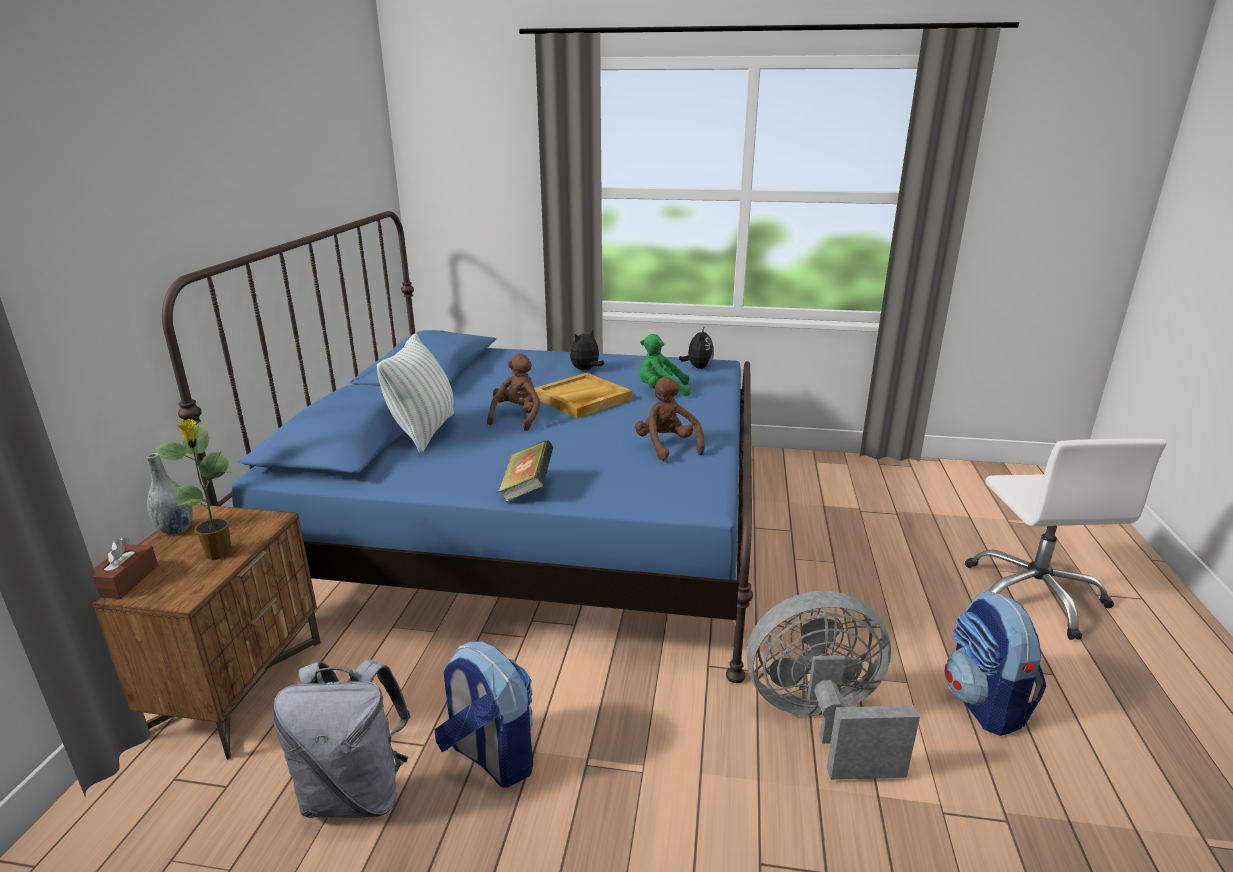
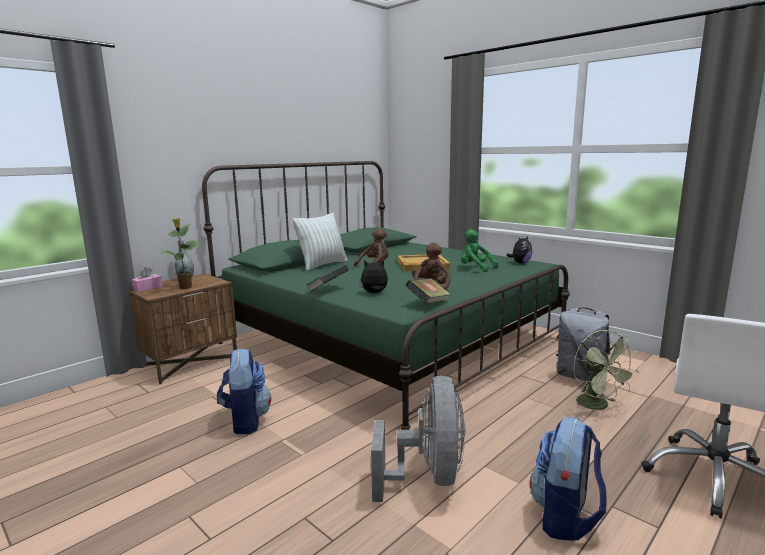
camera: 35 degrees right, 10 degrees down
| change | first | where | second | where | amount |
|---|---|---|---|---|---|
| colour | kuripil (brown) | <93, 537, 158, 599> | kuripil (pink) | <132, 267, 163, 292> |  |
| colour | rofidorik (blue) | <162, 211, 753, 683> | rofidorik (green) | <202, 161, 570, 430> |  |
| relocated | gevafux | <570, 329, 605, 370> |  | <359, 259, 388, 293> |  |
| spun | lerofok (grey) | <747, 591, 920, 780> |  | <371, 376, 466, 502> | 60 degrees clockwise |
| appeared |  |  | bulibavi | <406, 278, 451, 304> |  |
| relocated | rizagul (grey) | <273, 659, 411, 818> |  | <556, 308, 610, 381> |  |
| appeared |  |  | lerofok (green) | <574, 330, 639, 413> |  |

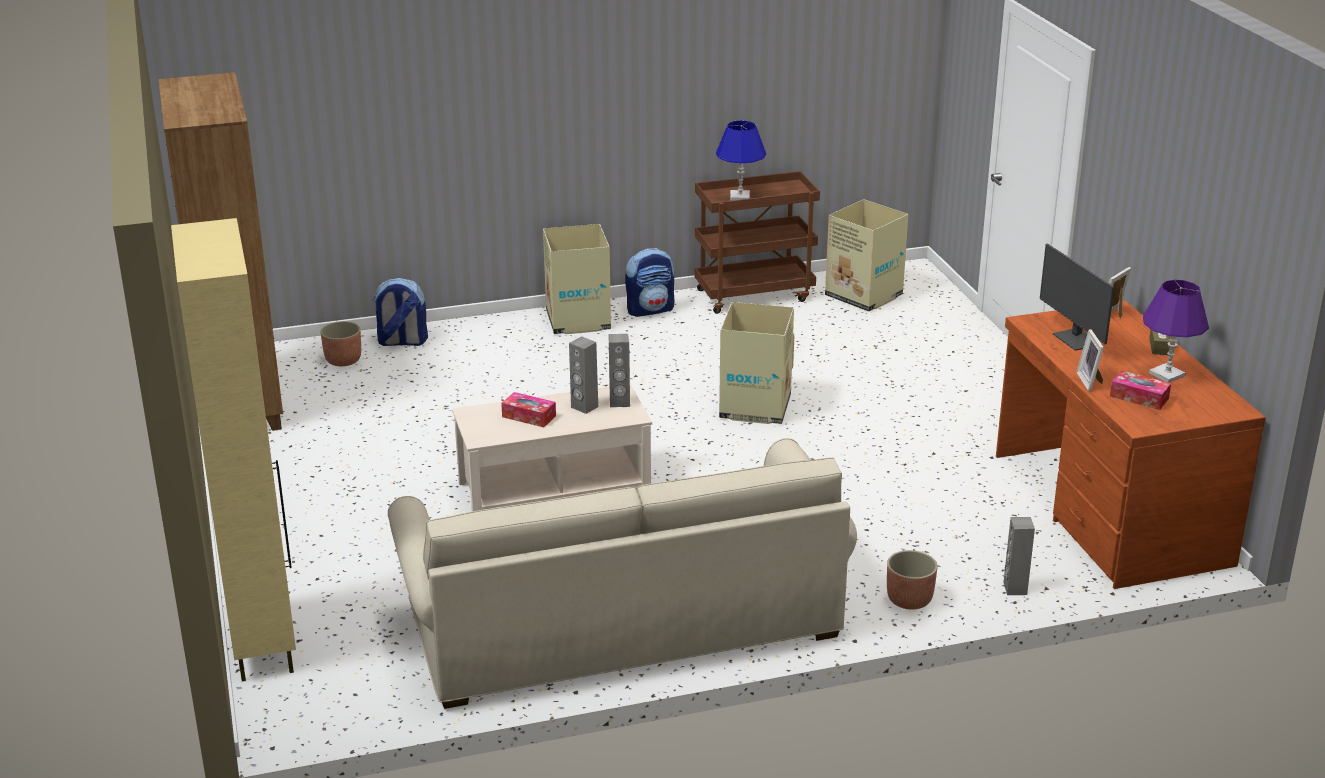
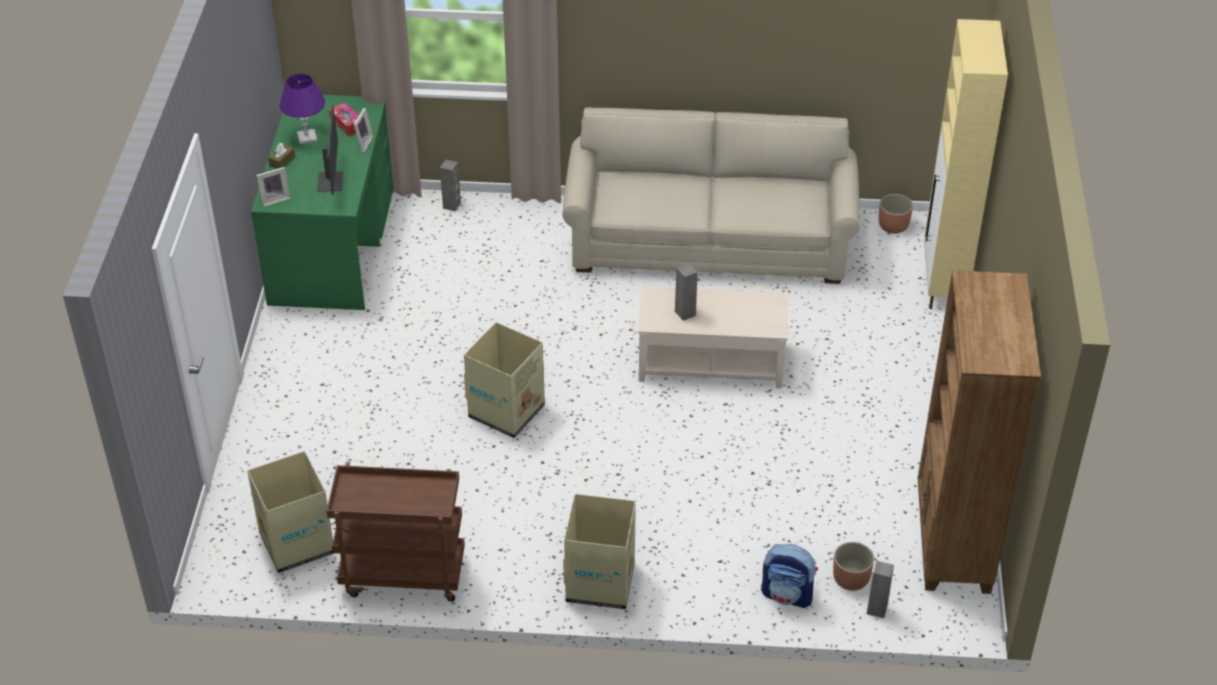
camera: 160 degrees left, 15 degrees up
| change | first | where | second | where | amount |
|---|---|---|---|---|---|
| colour | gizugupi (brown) | <996, 301, 1266, 589> | gizugupi (green) | <251, 95, 394, 310> |  |
| relocated | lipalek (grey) | <609, 334, 630, 407> |  | <867, 561, 894, 618> |  |
| relocated | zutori | <887, 550, 938, 610> |  | <879, 194, 913, 234> |  |
| missing | kuripil | <501, 392, 556, 427> |  |  |  |
| missing | rizagul | <625, 248, 675, 317> |  |  |  |
| missing | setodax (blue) | <716, 120, 766, 200> |  |  |  |

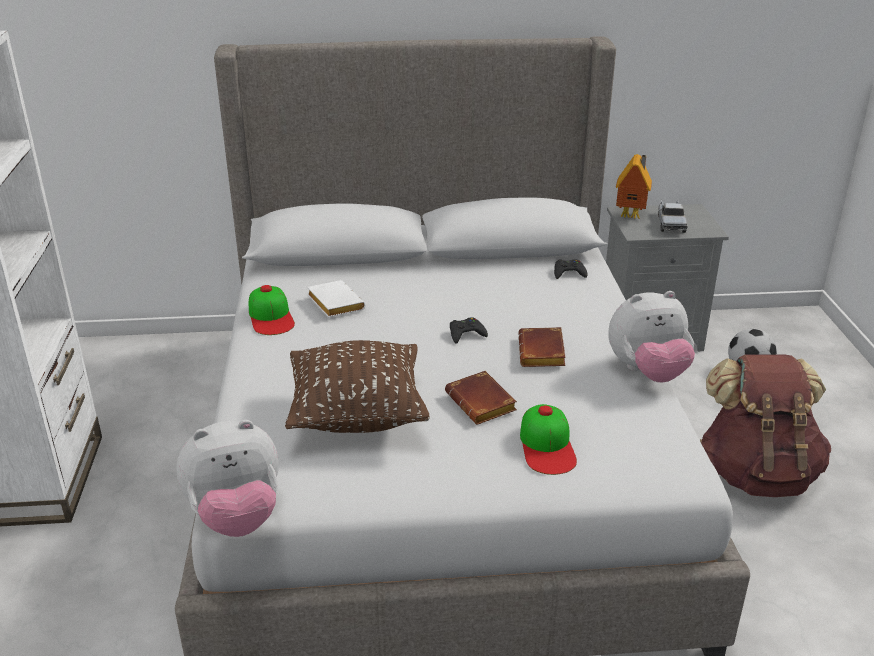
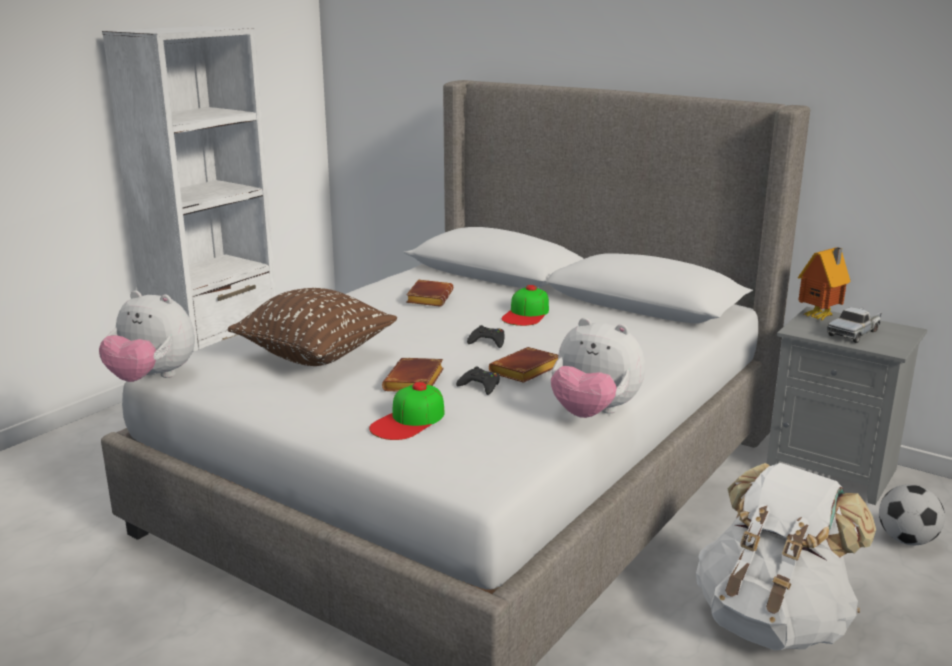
camera: 40 degrees right, 10 degrees down
| change | first | where | second | where | amount |
|---|---|---|---|---|---|
| colour | bulibavi (white) | <307, 280, 365, 318> | bulibavi (brown) | <406, 280, 453, 307> |  |
| relocated | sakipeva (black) | <554, 259, 588, 279> |  | <456, 367, 500, 395> |  |
| relocated | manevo | <249, 285, 295, 335> |  | <502, 285, 549, 326> |  |
| colour | rizagul (brown) | <700, 354, 831, 497> | rizagul (white) | <696, 463, 876, 650> |  |

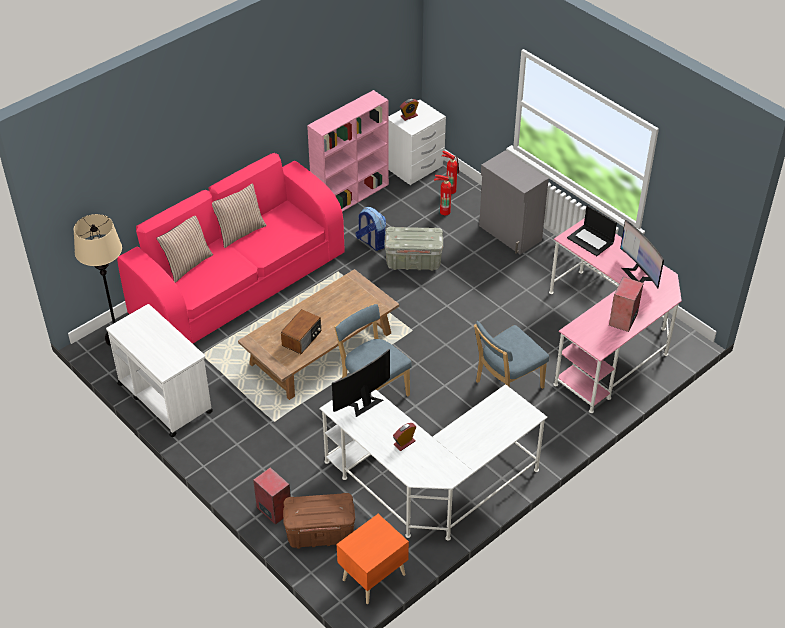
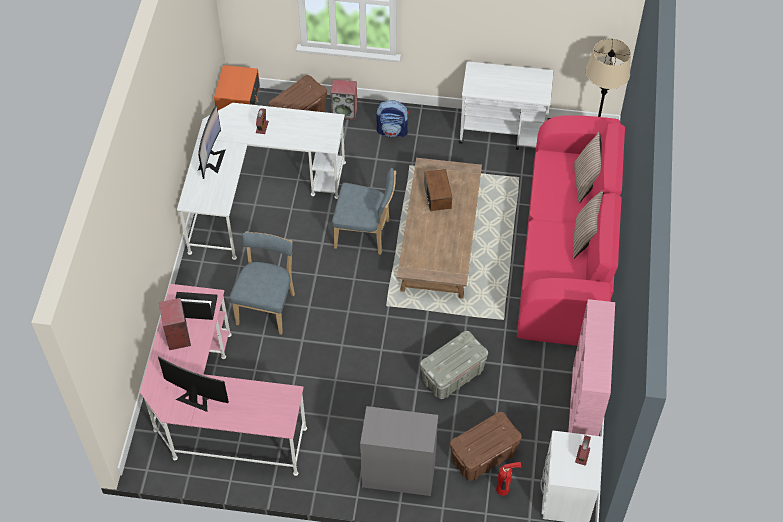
camera: 140 degrees right, 10 degrees up
| change | first | where | second | where | amount |
|---|---|---|---|---|---|
| relocated | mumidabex | <567, 205, 617, 256> |  | <175, 292, 218, 320> |  |
| relocated | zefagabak | <332, 349, 390, 417> |  | <198, 106, 226, 179> |  |
| relocated | rizagul | <355, 207, 386, 251> |  | <376, 100, 409, 137> |  |
| exchanged | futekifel | <434, 175, 452, 215> | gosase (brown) | <450, 412, 522, 481> |  |

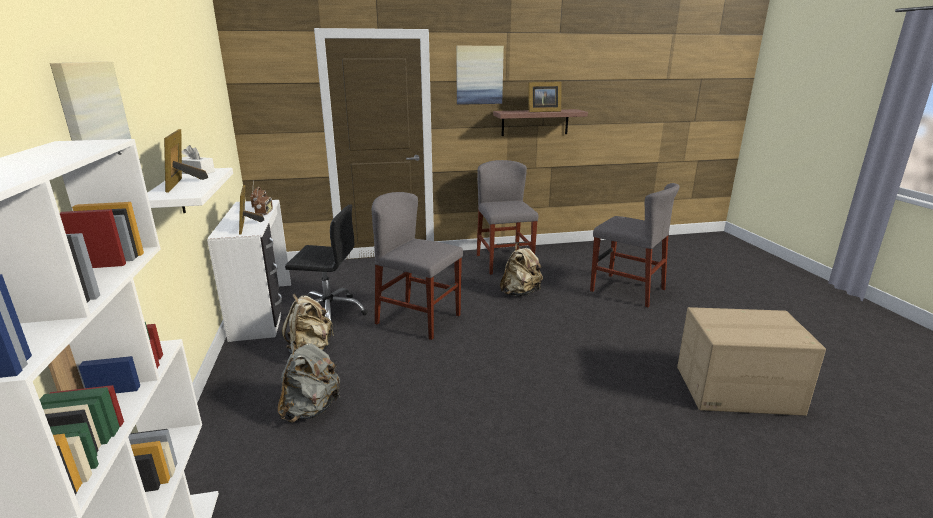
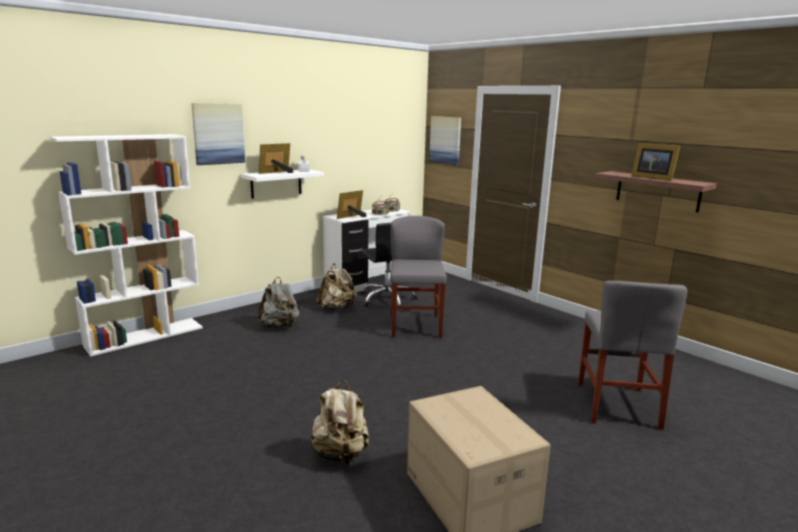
camera: 60 degrees right, 5 degrees down
| change | first | where | second | where | amount |
|---|---|---|---|---|---|
| relocated | rizagul (beige) | <500, 243, 543, 296> |  | <310, 380, 369, 465> |  |
| relocated | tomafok | <456, 46, 504, 105> |  | <429, 116, 461, 165> |  |
| missing | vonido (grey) | <477, 160, 538, 275> |  |  |  |

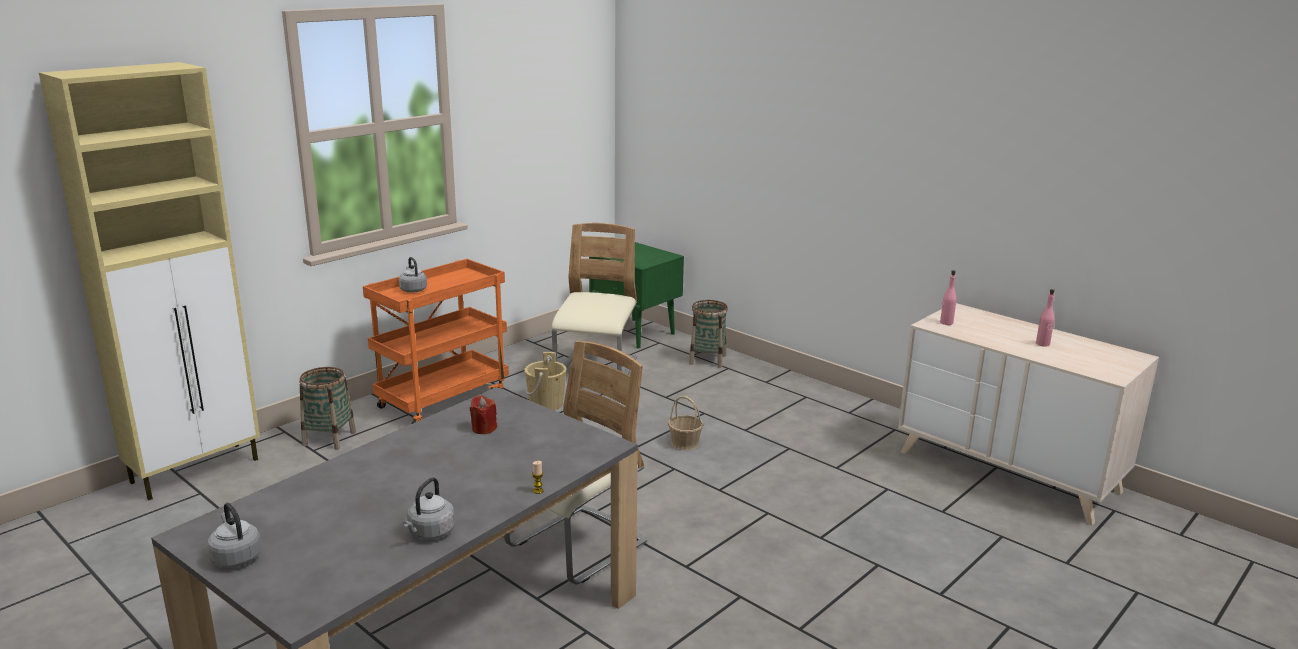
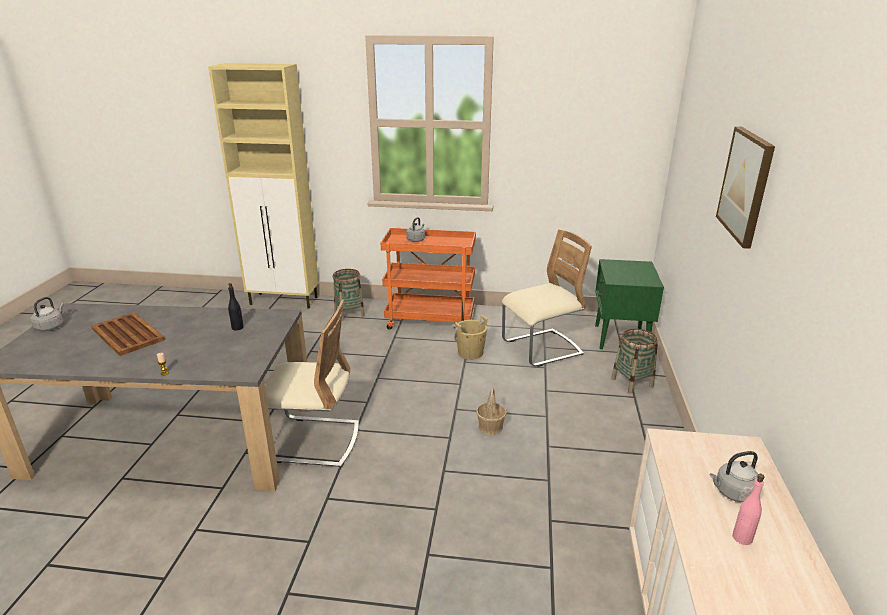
camera: 55 degrees right, 5 degrees up
| change | first | where | second | where | amount |
|---|---|---|---|---|---|
| appeared |  |  | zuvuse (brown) | <91, 312, 165, 356> |  |
| exchanged | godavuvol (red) | <470, 395, 497, 434> | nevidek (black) | <228, 283, 244, 330> |  |
| relocated | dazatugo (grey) | <403, 477, 455, 540> |  | <710, 451, 758, 503> |  |
| appeared |  |  | tomafok | <716, 126, 775, 249> |  |
| missing | nevidek (pink) | <940, 270, 956, 325> |  |  |  |

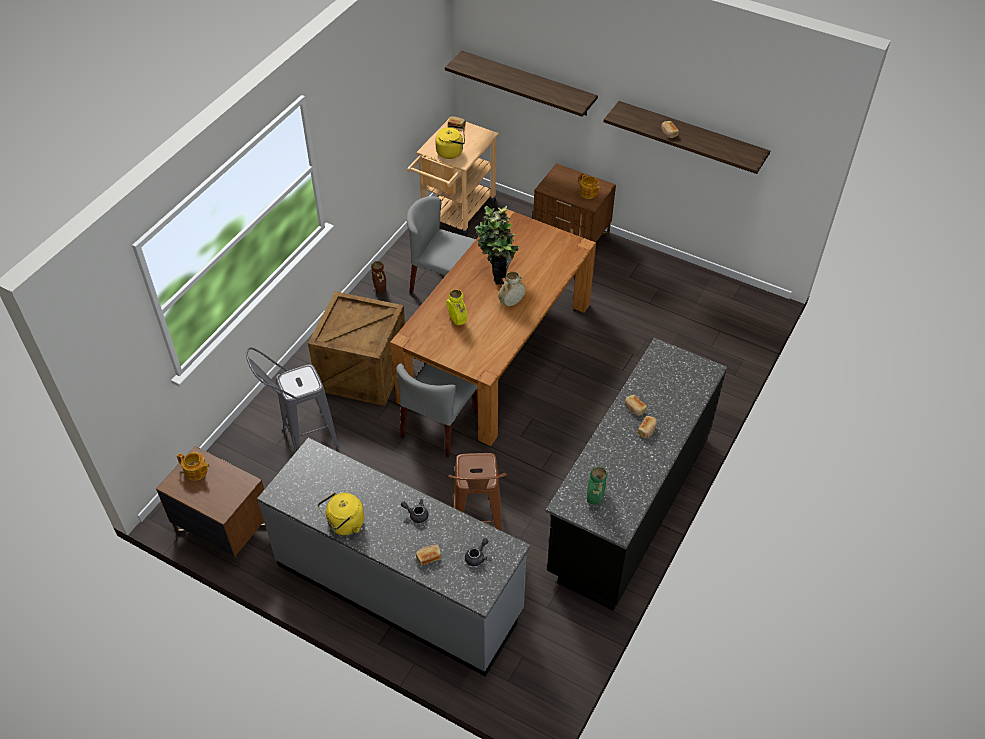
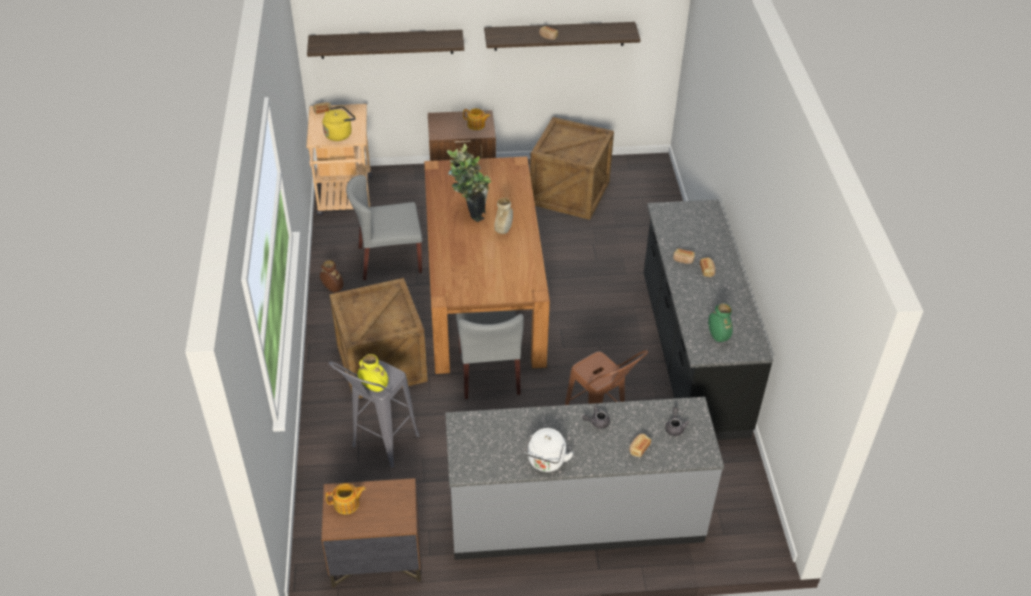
camera: 35 degrees left, 5 degrees down
| change | first | where | second | where | amount |
|---|---|---|---|---|---|
| relocated | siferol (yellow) | <446, 289, 467, 325> |  | <357, 354, 388, 392> |  |
| colour | dazatugo (yellow) | <318, 493, 364, 535> | dazatugo (white) | <524, 428, 574, 472> |  |
| appeared |  |  | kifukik | <530, 117, 614, 220> |  |

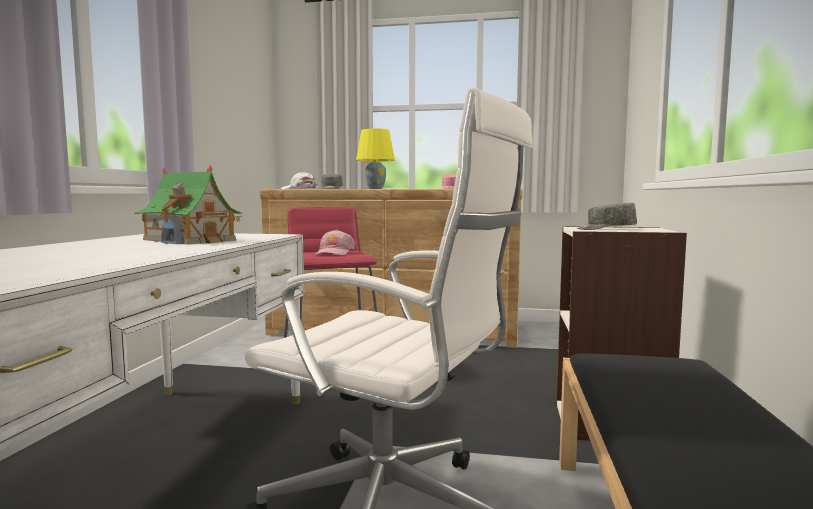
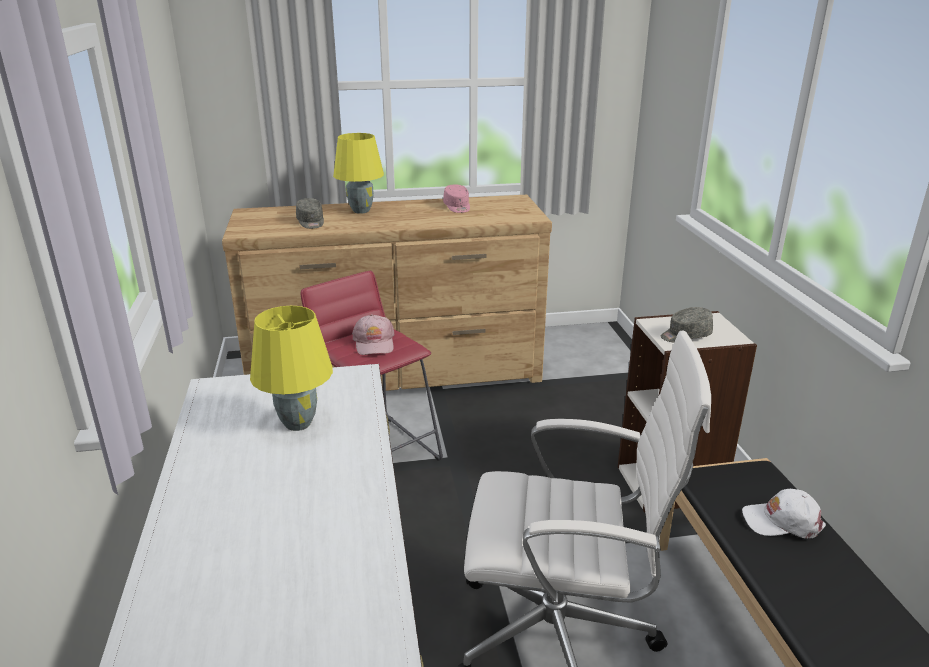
camera: 20 degrees left, 20 degrees up
| change | first | where | second | where | amount |
|---|---|---|---|---|---|
| exchanged | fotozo | <135, 165, 242, 244> | setodax (yellow) | <250, 306, 333, 431> |  |
| relocated | manevo (white) | <281, 172, 317, 189> |  | <742, 489, 826, 538> |  |

